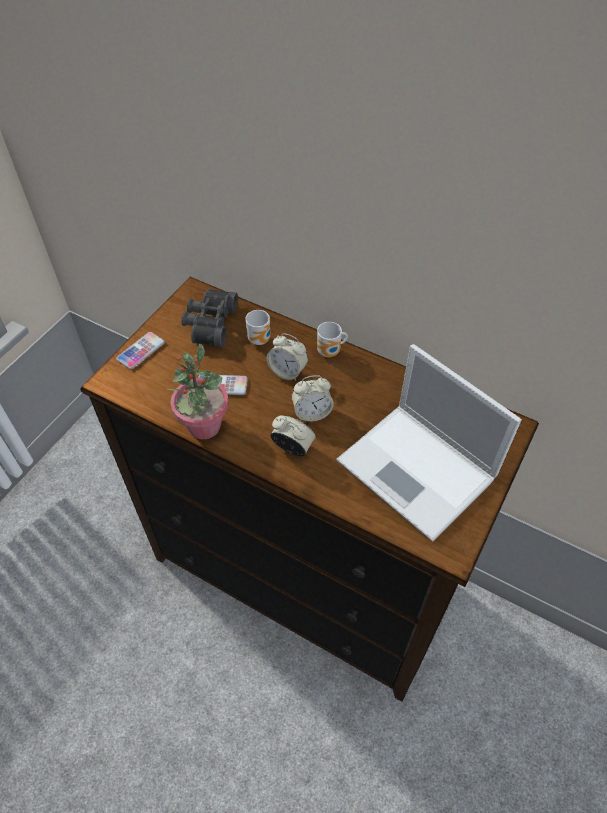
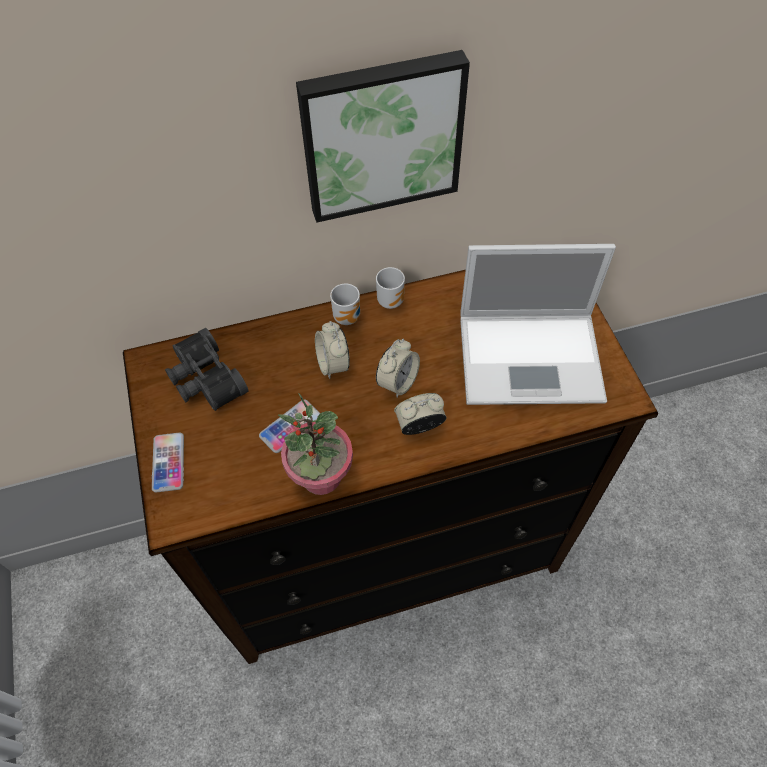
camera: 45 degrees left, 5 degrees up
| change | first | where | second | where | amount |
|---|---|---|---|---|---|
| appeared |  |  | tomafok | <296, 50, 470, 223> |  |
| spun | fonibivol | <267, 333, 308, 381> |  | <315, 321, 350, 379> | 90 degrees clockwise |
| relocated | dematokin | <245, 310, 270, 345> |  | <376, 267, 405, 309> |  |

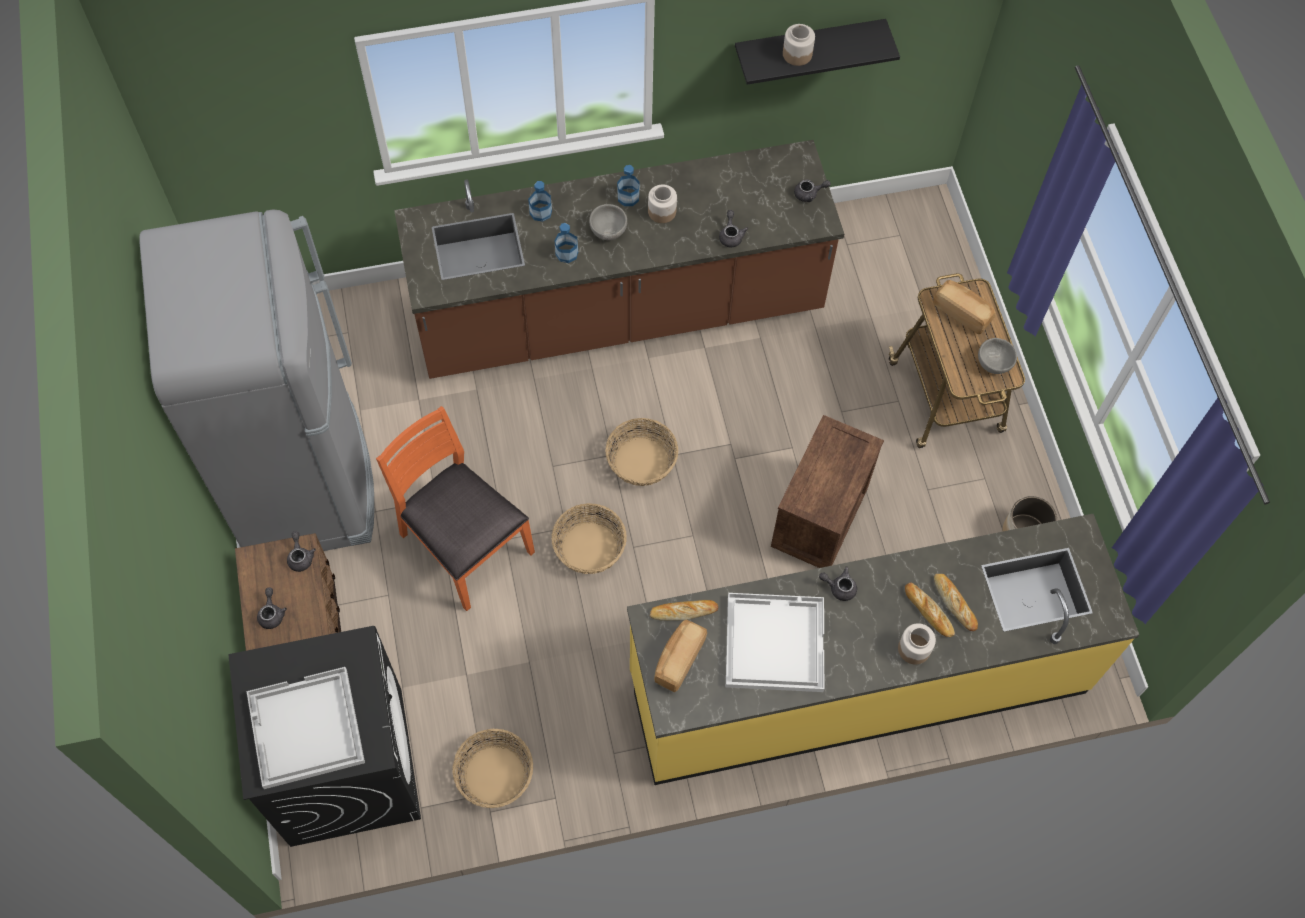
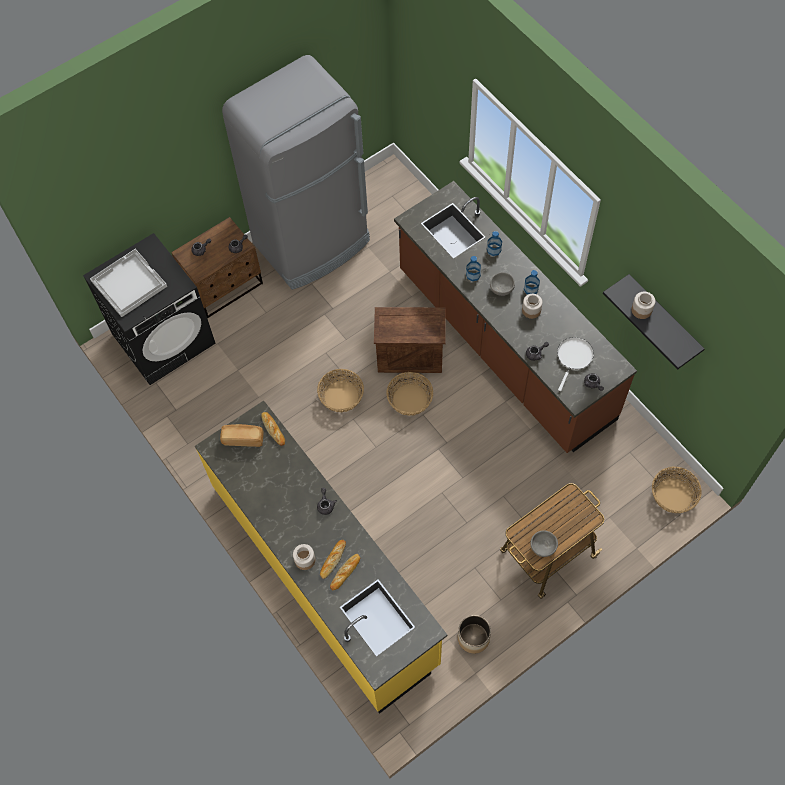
camera: 70 degrees right, 0 degrees up
| change | first | where | second | where | amount |
|---|---|---|---|---|---|
| relocated | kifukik | <771, 415, 884, 568> |  | <374, 307, 446, 373> |  |
| appeared |  |  | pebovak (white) | <557, 337, 594, 391> |  |
| relocated | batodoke | <452, 729, 533, 808> |  | <652, 467, 701, 513> |  |
| missing | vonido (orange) | <376, 406, 535, 611> |  |  |  |
| missing | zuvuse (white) | <726, 593, 824, 692> |  |  |  |
| missing | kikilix | <933, 280, 995, 334> |  |  |  |

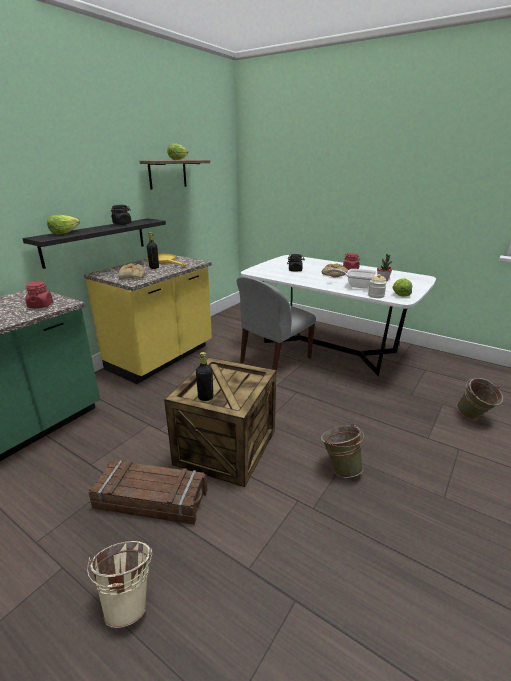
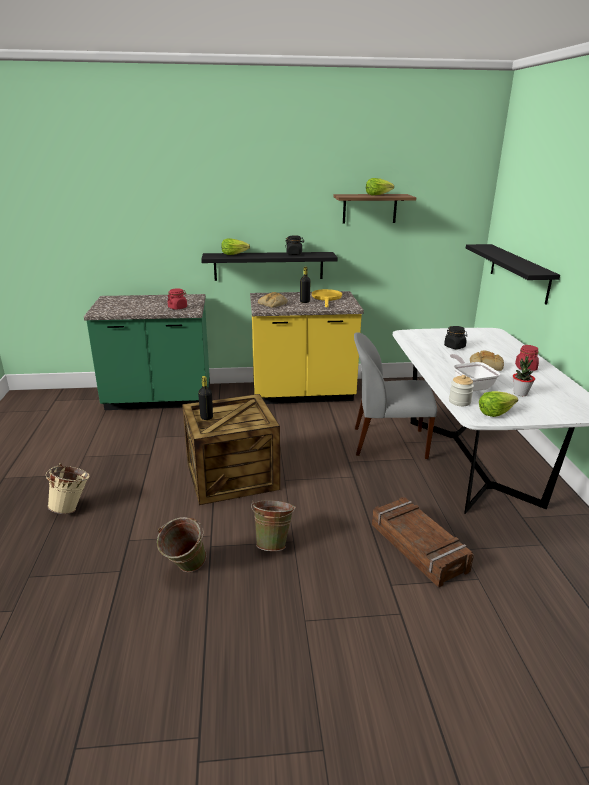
camera: 50 degrees right, 0 degrees up
| change | first | where | second | where | amount |
|---|---|---|---|---|---|
| relocated | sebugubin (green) | <457, 378, 503, 419> |  | <157, 517, 207, 572> |  |
| relocated | kifukik | <88, 460, 207, 525> |  | <372, 497, 474, 587> |  |
| appeared |  |  | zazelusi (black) | <466, 244, 560, 304> |  |

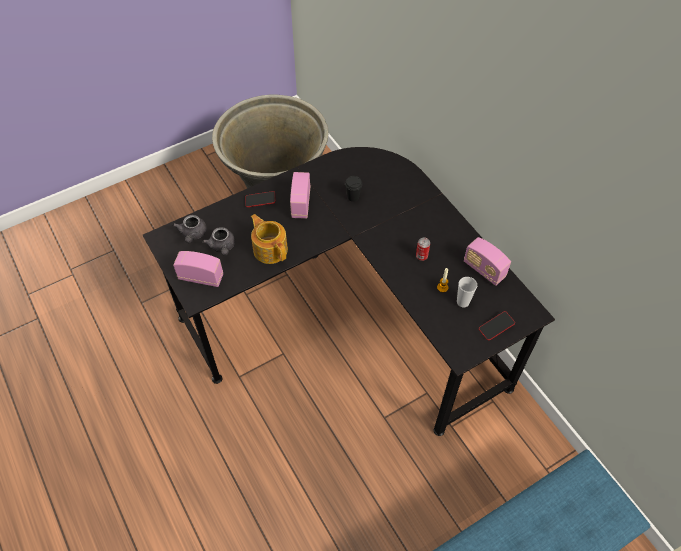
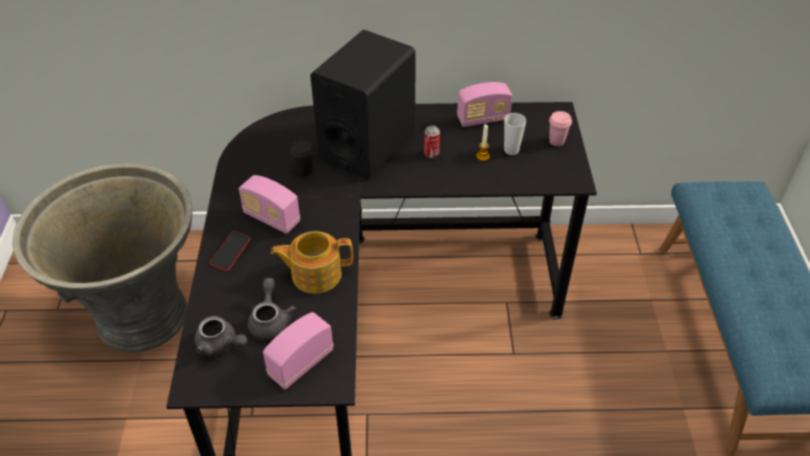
camera: 60 degrees left, 10 degrees down
| change | first | where | second | where | amount |
|---|---|---|---|---|---|
| spun | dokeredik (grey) | <202, 227, 235, 256> |  | <248, 278, 296, 341> | 105 degrees counterclockwise |
| appeared |  |  | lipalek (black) | <310, 30, 416, 179> |  |
| exchanged | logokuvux | <479, 311, 515, 340> | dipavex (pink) | <549, 111, 572, 146> |  |

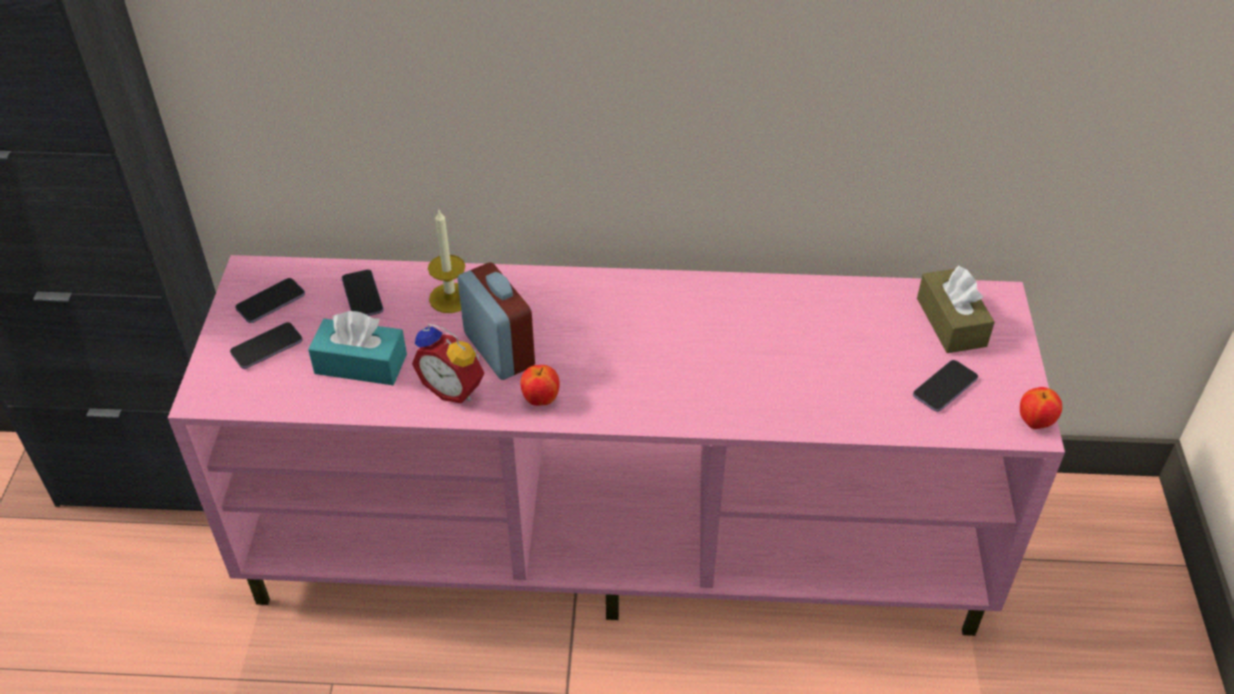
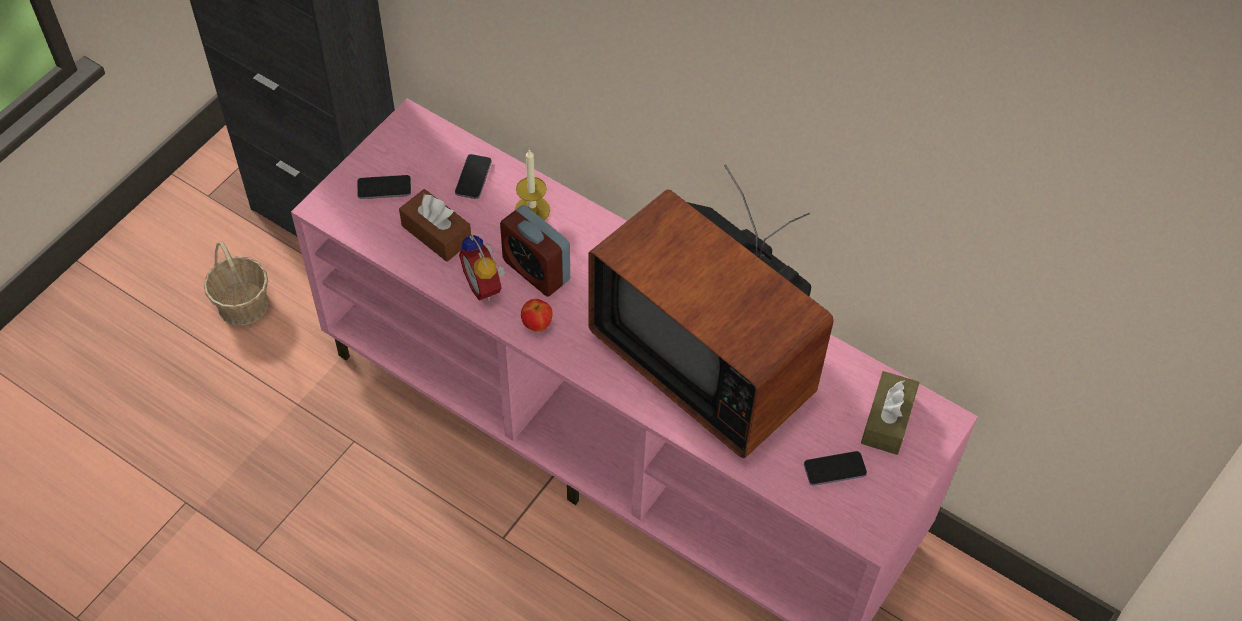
camera: 30 degrees right, 10 degrees up
| change | first | where | second | where | amount |
|---|---|---|---|---|---|
| appeared |  |  | batodoke | <204, 241, 269, 326> |  |
| colour | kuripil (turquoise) | <308, 311, 407, 385> | kuripil (brown) | <399, 189, 471, 262> |  |
| spun | fonibivol | <457, 262, 535, 380> |  | <500, 205, 570, 297> | 135 degrees clockwise |
| appeared |  |  | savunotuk | <588, 164, 834, 458> |  |
| missing | logokuvux | <235, 278, 305, 323> |  |  |  |
| missing | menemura | <1020, 387, 1062, 429> |  |  |  |

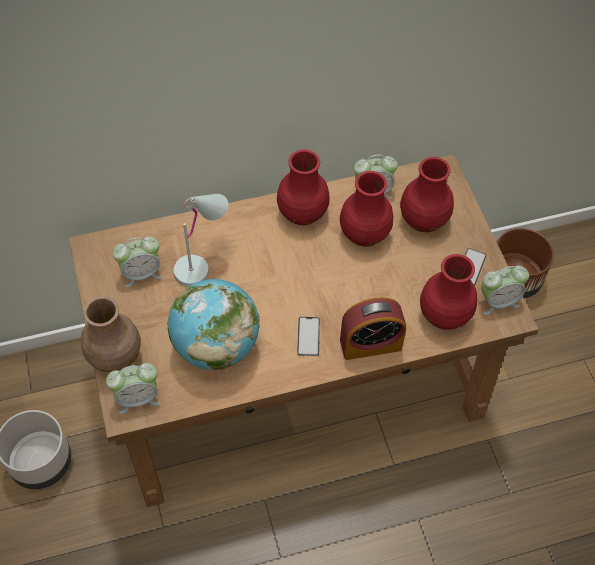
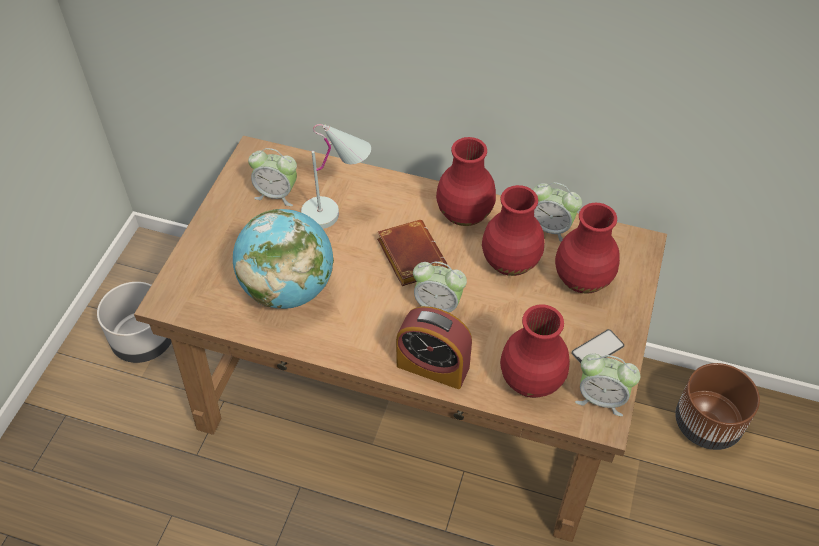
camera: 35 degrees right, 5 degrees down
| change | first | where | second | where | amount |
|---|---|---|---|---|---|
| appeared |  |  | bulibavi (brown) | <377, 220, 449, 286> |  |
| relocated | fonibivol | <106, 363, 160, 414> |  | <413, 262, 467, 312> |  |
| missing | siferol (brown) | <81, 296, 141, 372> |  |  |  |
| missing | logokuvux | <297, 317, 320, 356> |  |  |  |

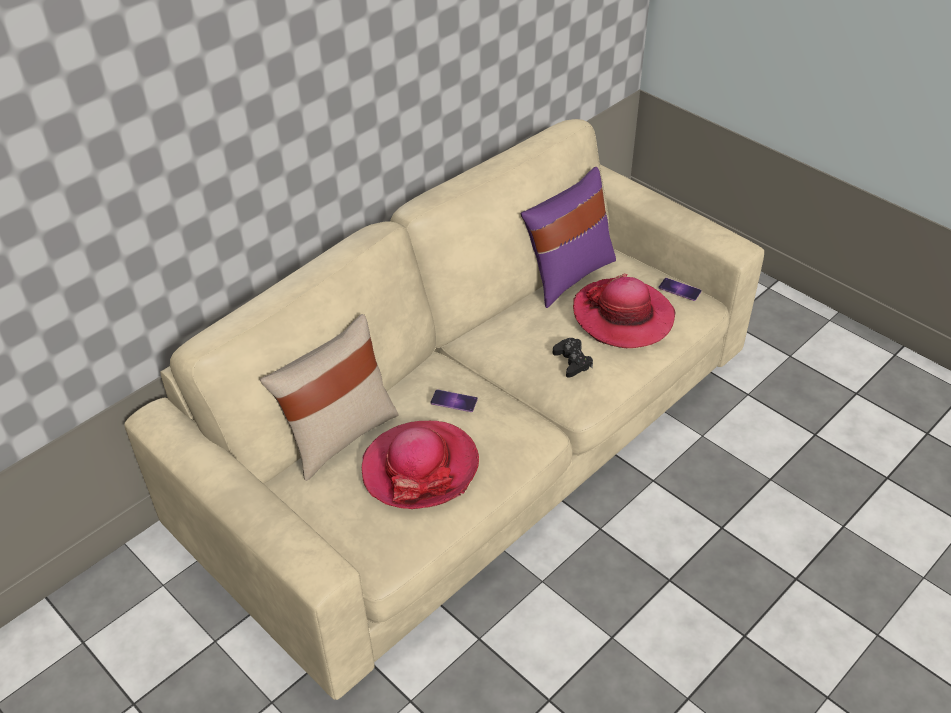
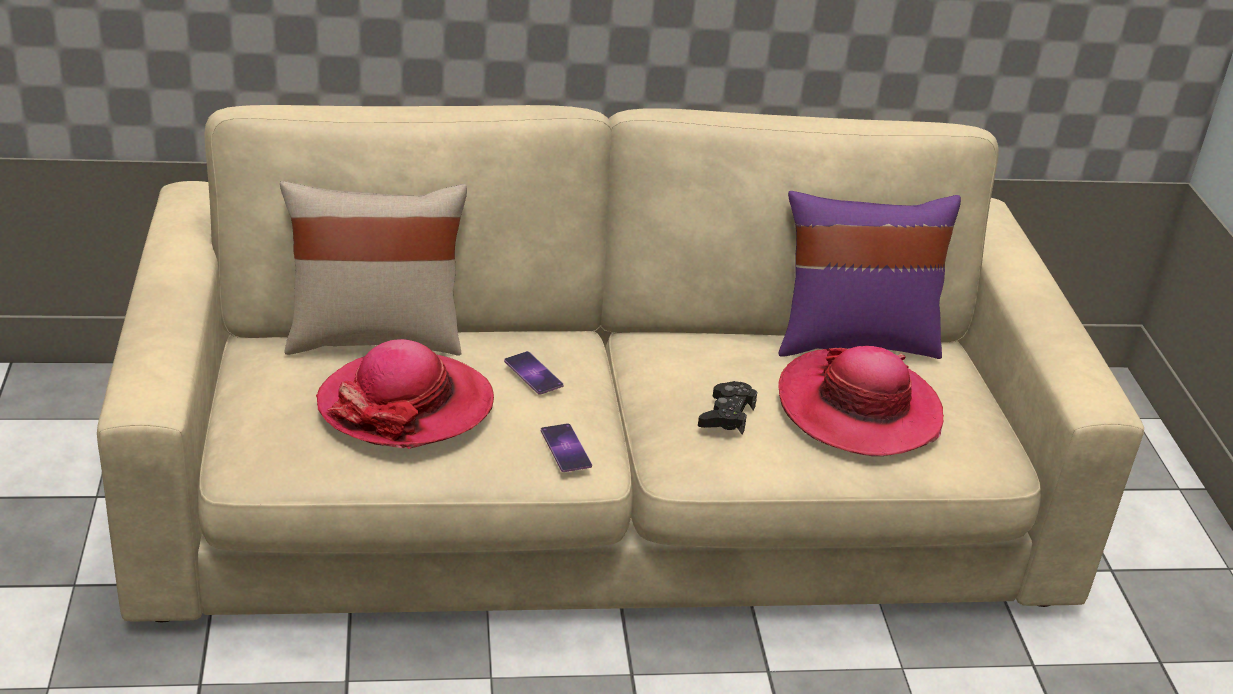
camera: 35 degrees right, 10 degrees down
| change | first | where | second | where | amount |
|---|---|---|---|---|---|
| relocated | logokuvux | <658, 278, 702, 301> |  | <541, 423, 592, 472> |  |

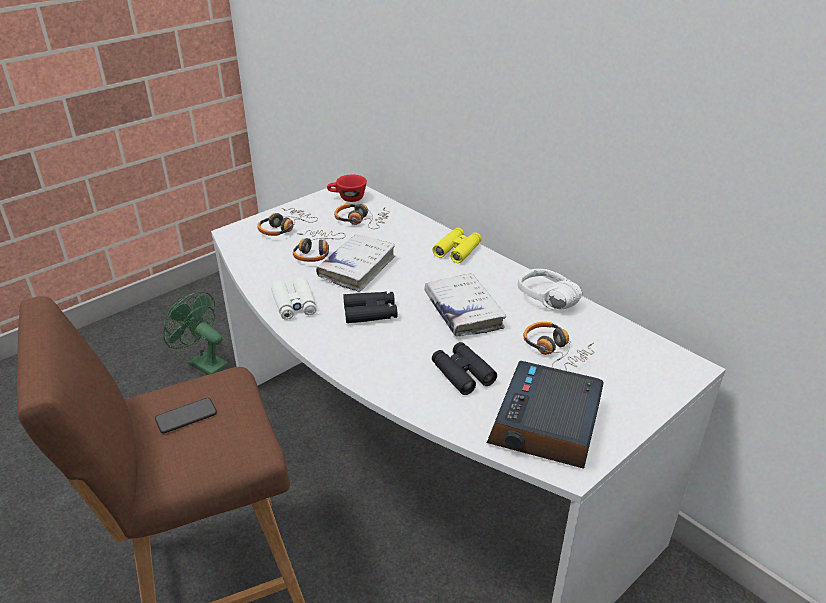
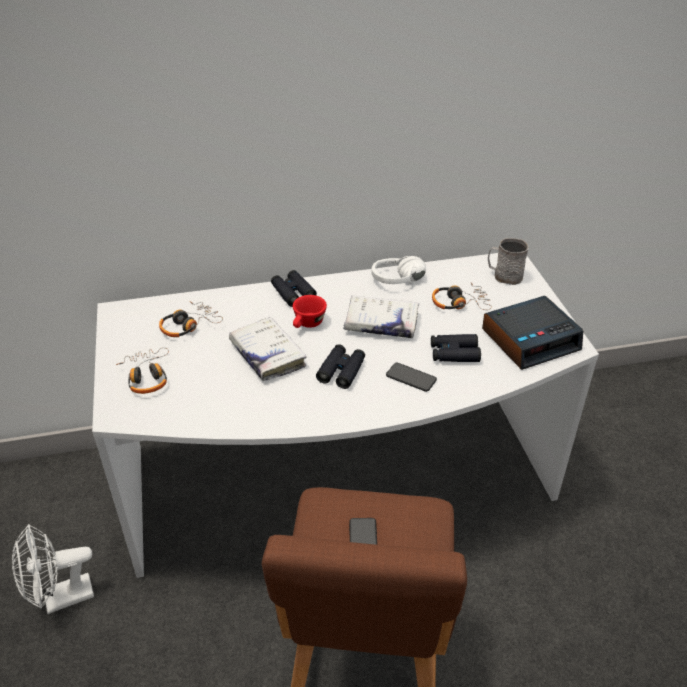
camera: 60 degrees left, 5 degrees up
| change | first | where | second | where | amount |
|---|---|---|---|---|---|
| colour | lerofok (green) | <163, 291, 229, 375> | lerofok (white) | <12, 524, 94, 614> |  |
| colour | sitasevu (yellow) | <432, 228, 482, 263> | sitasevu (black) | <271, 270, 317, 307> |  |
| relocated | dipavex (red) | <327, 174, 367, 202> |  | <293, 295, 327, 328> |  |
| appeared |  |  | logokuvux | <386, 363, 437, 392> |  |
| spun | fonibivol | <487, 361, 604, 469> |  | <482, 296, 583, 370> | 75 degrees counterclockwise |
| appeared |  |  | dematokin (grey) | <488, 238, 529, 285> |  |
| missing | sitasevu (white) | <271, 277, 317, 320> |  |  |  |
| missing | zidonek | <293, 230, 346, 262> |  |  |  |

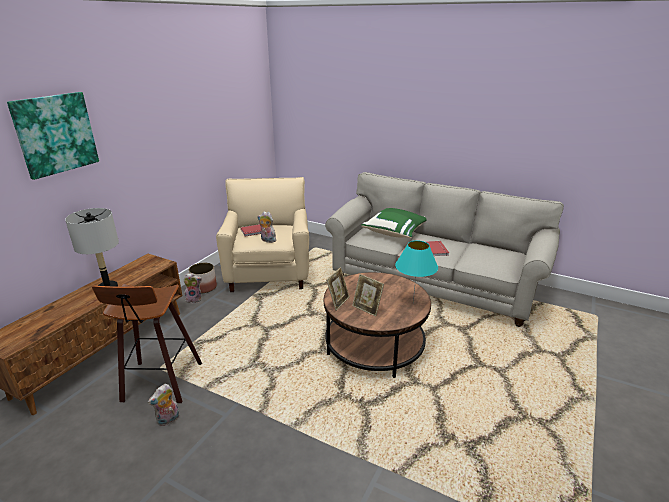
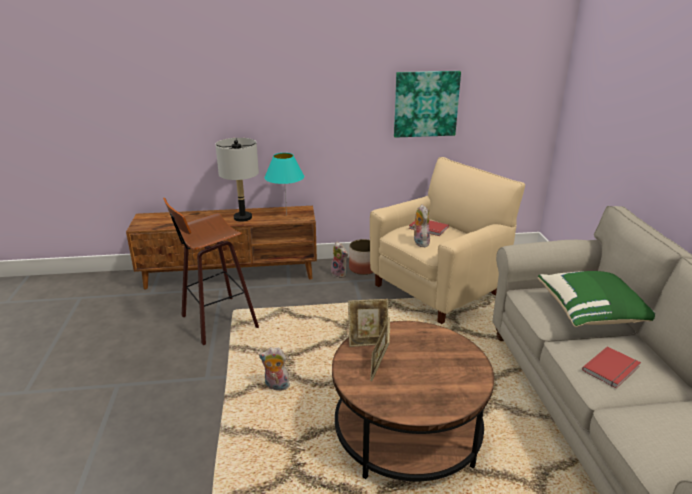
camera: 55 degrees right, 0 degrees up
| change | first | where | second | where | amount |
|---|---|---|---|---|---|
| relocated | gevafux | <148, 384, 179, 426> |  | <259, 347, 290, 391> |  |
| relocated | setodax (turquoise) | <395, 240, 438, 303> |  | <264, 153, 304, 215> |  |
| relocated | tomafok | <7, 92, 99, 180> |  | <394, 71, 461, 138> |  |

